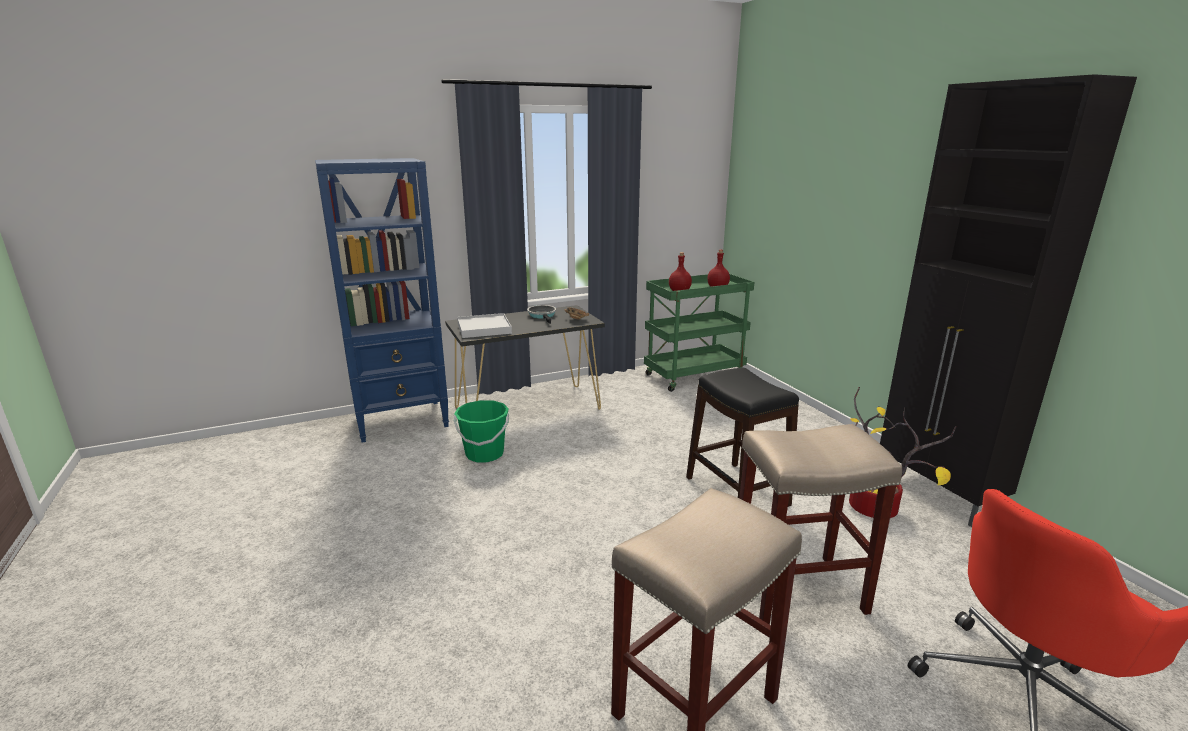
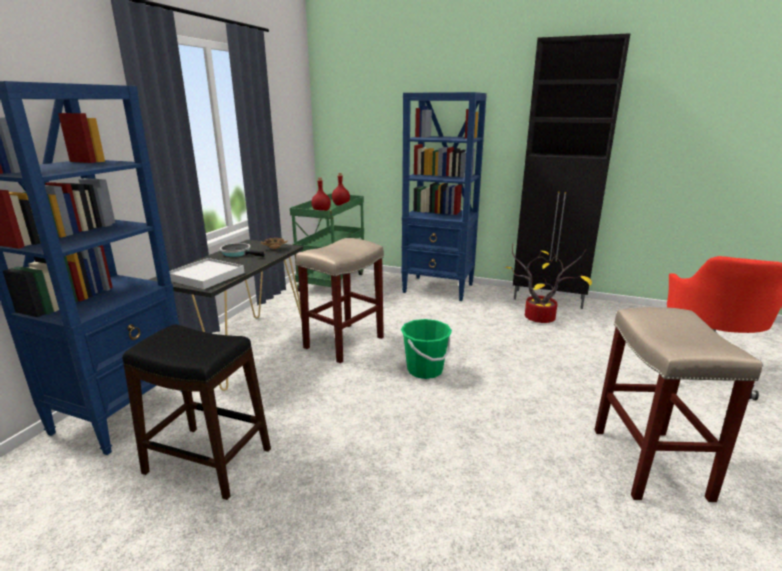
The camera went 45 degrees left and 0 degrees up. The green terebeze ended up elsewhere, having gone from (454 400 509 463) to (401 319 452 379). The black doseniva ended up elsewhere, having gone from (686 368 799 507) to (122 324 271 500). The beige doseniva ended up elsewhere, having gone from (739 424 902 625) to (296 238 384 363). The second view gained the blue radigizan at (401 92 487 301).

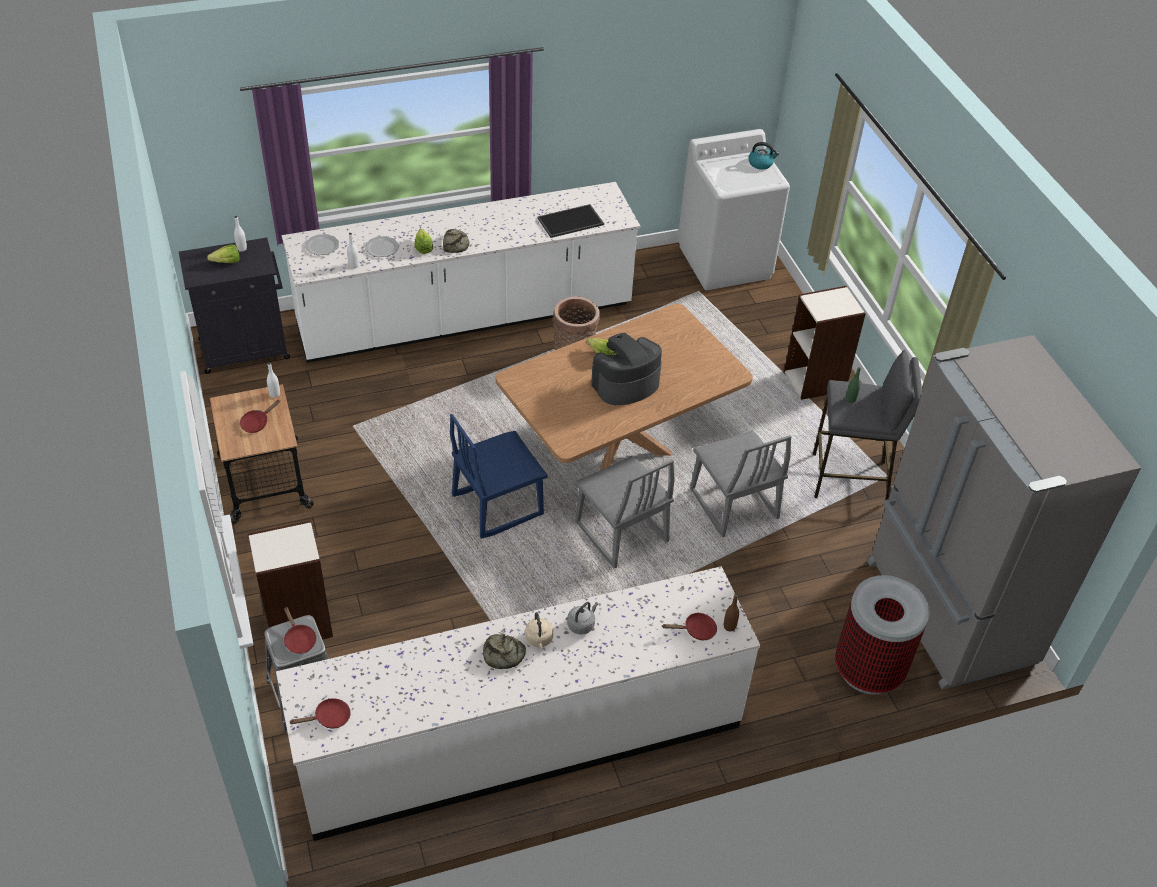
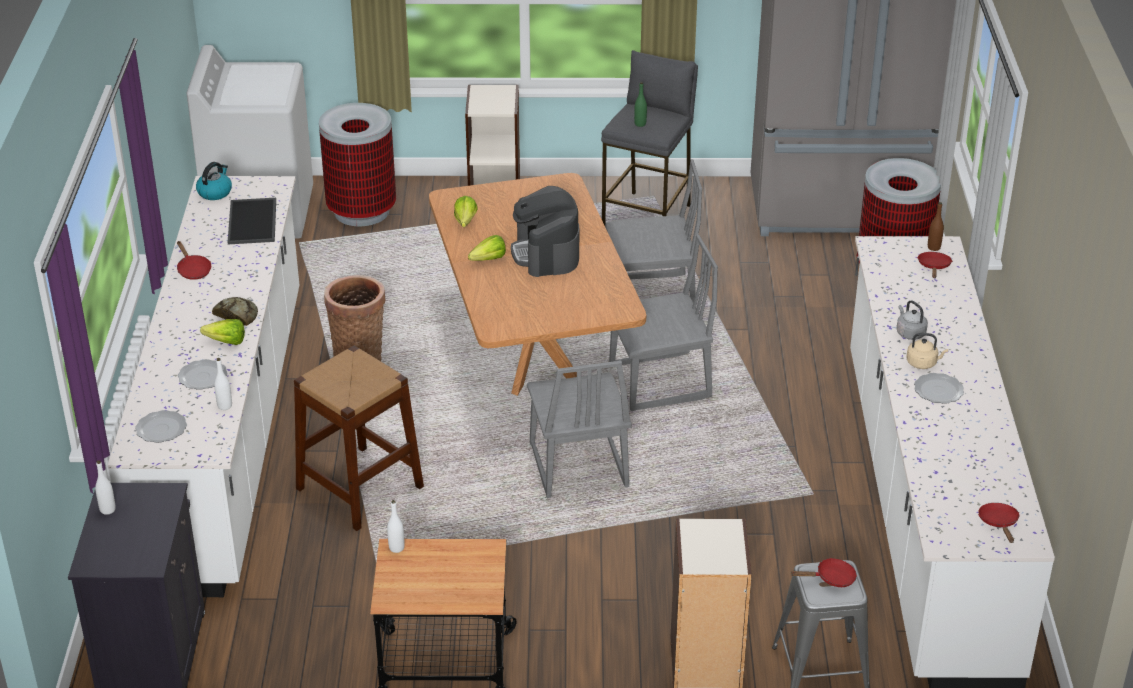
The camera went 70 degrees left and 10 degrees down. The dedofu ended up elsewhere, having gone from (207 244 240 263) to (454 196 477 227). The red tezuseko ended up elsewhere, having gone from (240 400 280 433) to (177 241 211 280). What was the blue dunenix at (450 414 548 539) turned into the grey dunenix at (527 361 632 498). Where the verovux stood at (483 634 526 669), the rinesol came to stand at (914 373 964 404). The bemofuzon ended up elsewhere, having gone from (749 142 779 170) to (196 162 232 200). The second view gained the brown doseniva at (294 346 424 531). The second view gained the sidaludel at (319 103 396 226).

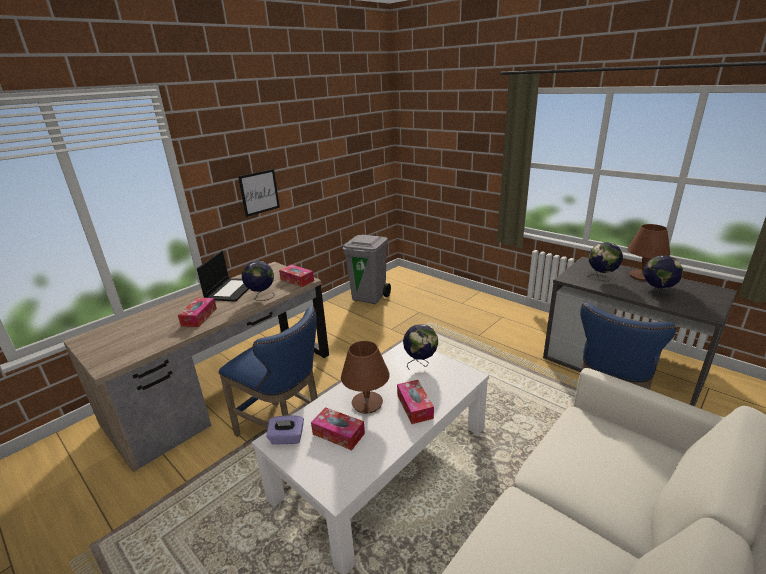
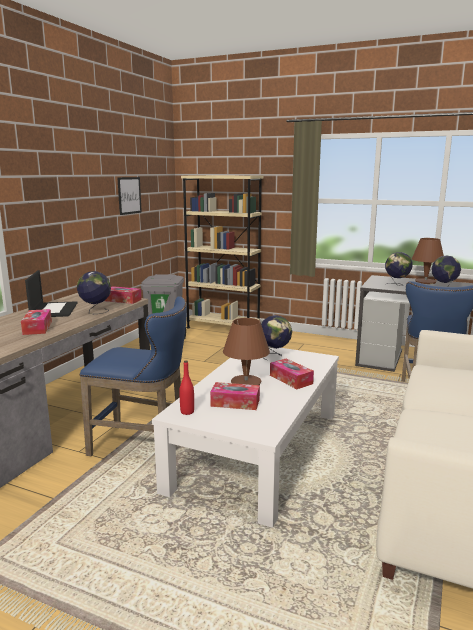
The camera went 20 degrees left and 10 degrees down. The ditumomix ended up elsewhere, having gone from (238 169 280 217) to (117 177 142 215). Where the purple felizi stood at (266 415 304 445), the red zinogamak came to stand at (179 360 194 415). The second view gained the beige radigizan at (181 175 263 329).

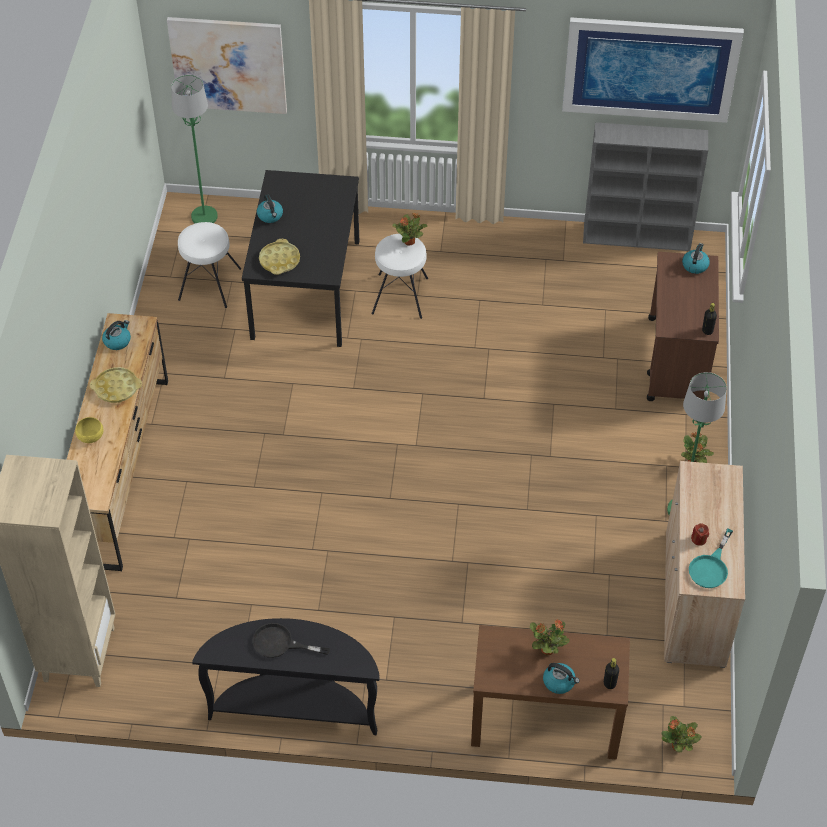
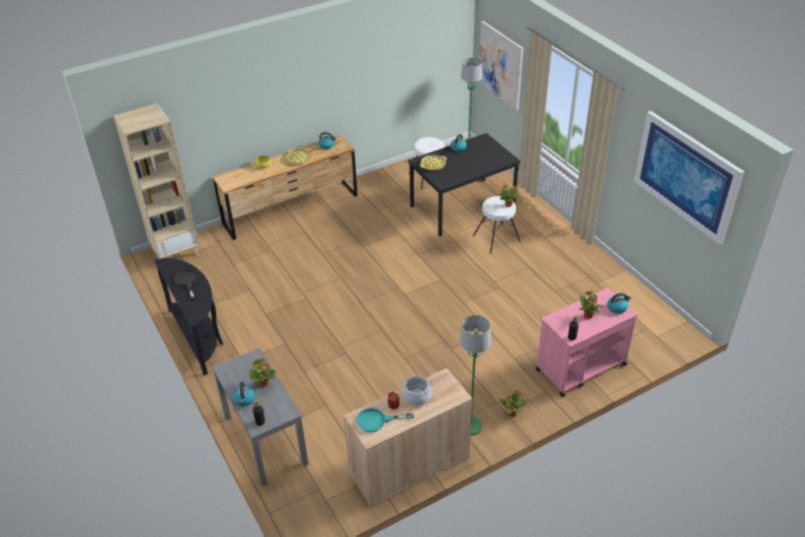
The camera went 55 degrees right and 10 degrees down. What was the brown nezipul at (471 625 630 760) turned into the grey nezipul at (212 348 309 487). The second view lost the grey radigizan at (583 122 708 251). What was the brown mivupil at (647 252 719 401) turned into the pink mivupil at (536 288 638 397). The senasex ended up elsewhere, having gone from (661 716 702 753) to (579 291 604 319). The second view gained the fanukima at (401 376 432 406).

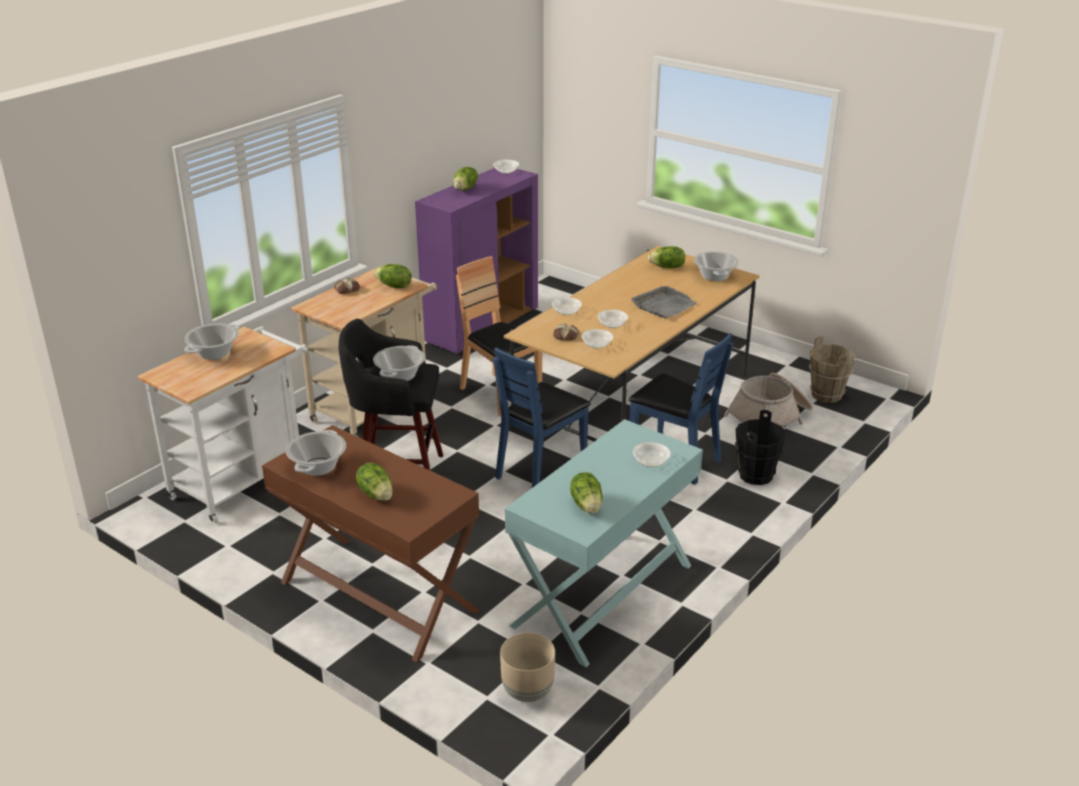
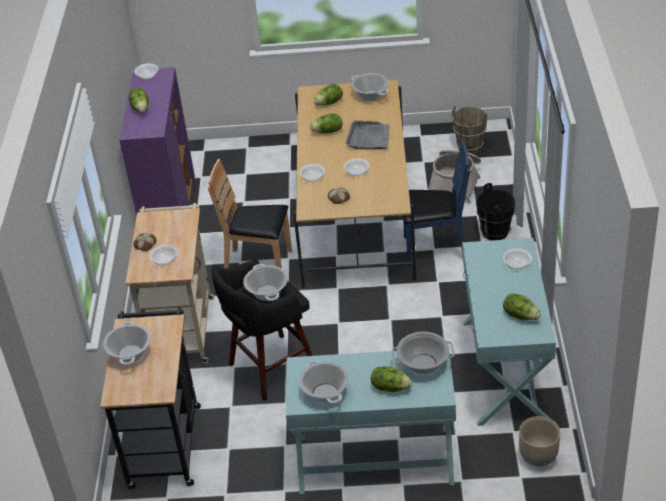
The camera went 35 degrees left and 10 degrees up. What was the white mivupil at (137 326 308 524) turned into the black mivupil at (100 308 201 489). What was the brown nezipul at (262 425 480 662) turned into the turquoise nezipul at (286 351 456 494). The dedofu ended up elsewhere, having gone from (374 264 412 288) to (310 113 343 134). The second view lost the blue dunenix at (493 348 591 488). The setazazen ended up elsewhere, having gone from (581 329 613 349) to (149 245 177 265). The second view gained the fanukima at (392 332 454 375).

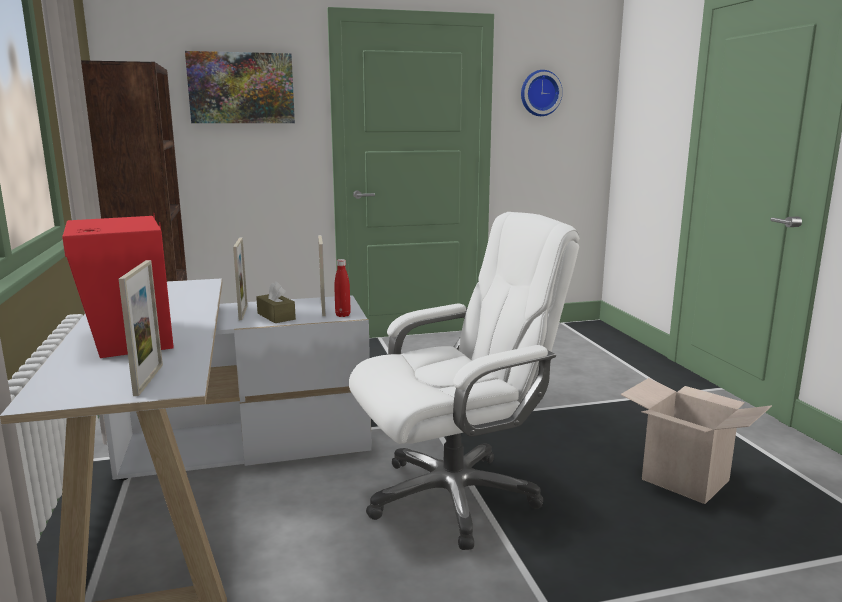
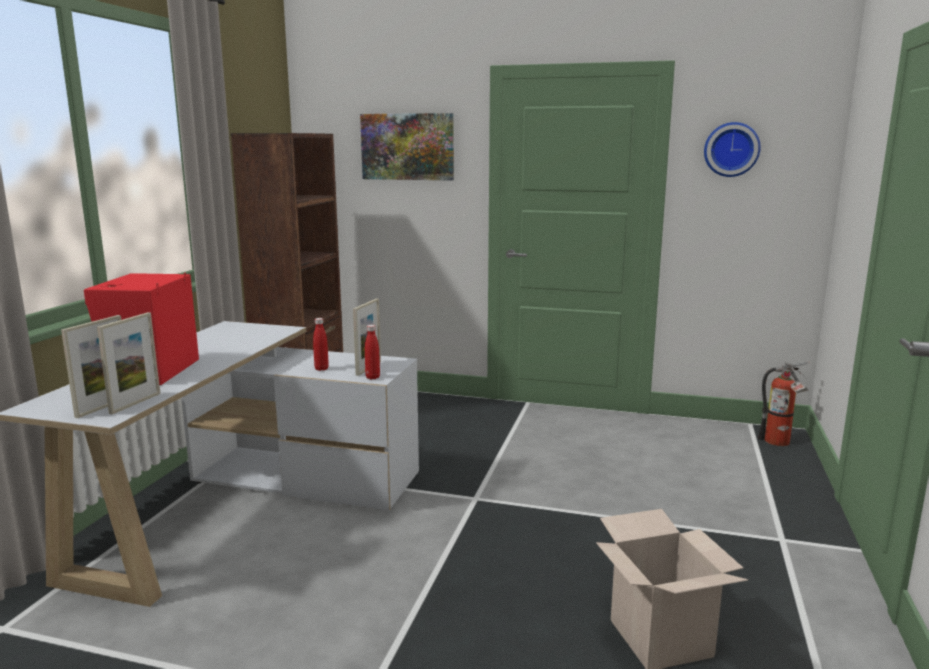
The camera went 30 degrees right and 0 degrees up. The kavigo ended up elsewhere, having gone from (233 237 248 320) to (97 312 160 414). Where the brown felizi stood at (256 281 296 323), the red zinogamak came to stand at (313 318 329 371). The second view lost the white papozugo at (349 212 580 550). The second view gained the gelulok at (758 361 810 446).

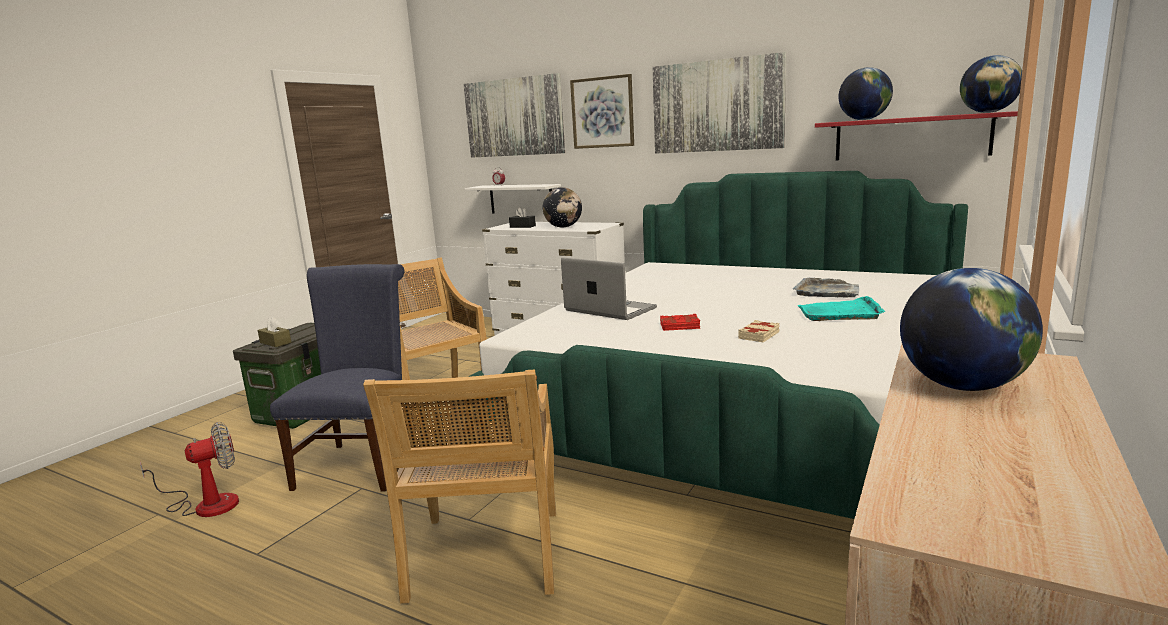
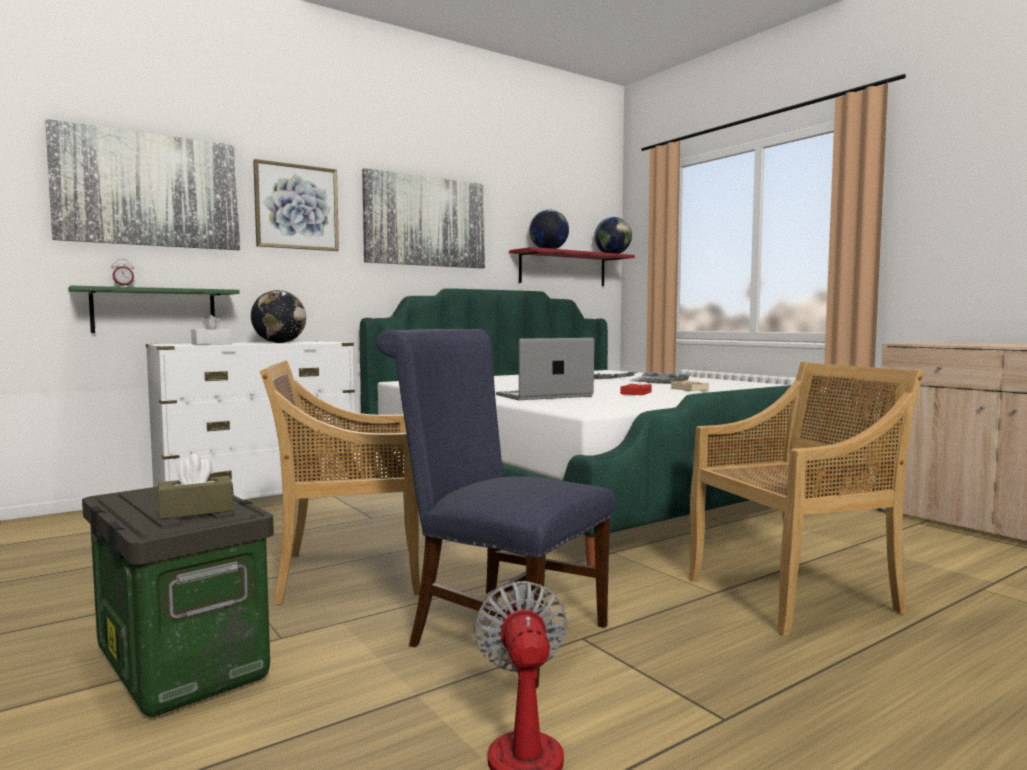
The camera went 65 degrees left and 10 degrees down. The beige dunenix at (363 369 556 604) ended up facing another way, 45 degrees counterclockwise from before. What was the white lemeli at (465 184 561 213) turned into the green lemeli at (68 286 240 333). What was the black felizi at (509 207 536 228) turned into the white felizi at (191 315 232 345). What was the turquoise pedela at (798 296 885 321) turned into the grey pedela at (630 372 691 384). The second view lost the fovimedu at (900 268 1043 391).

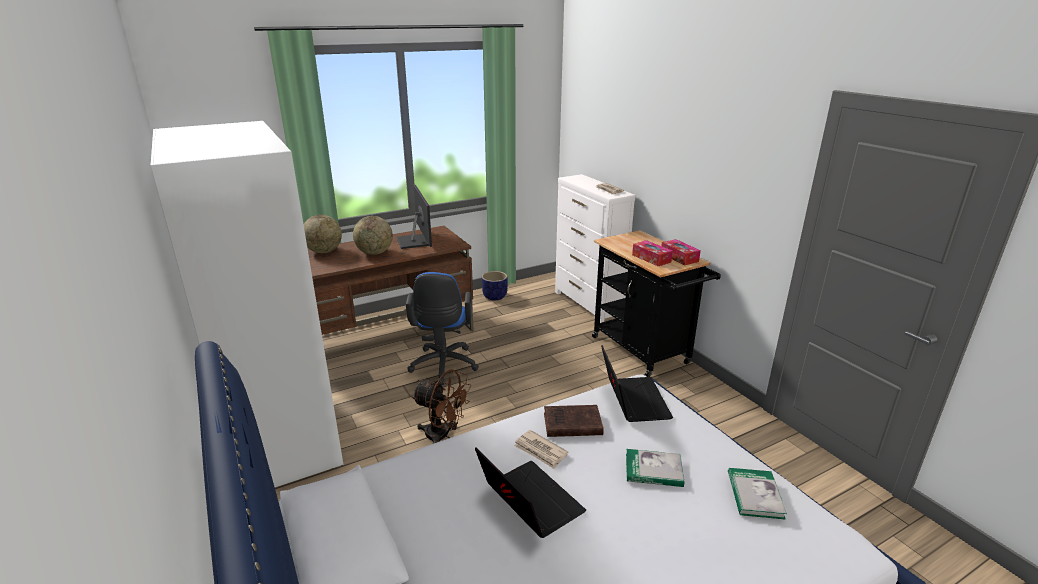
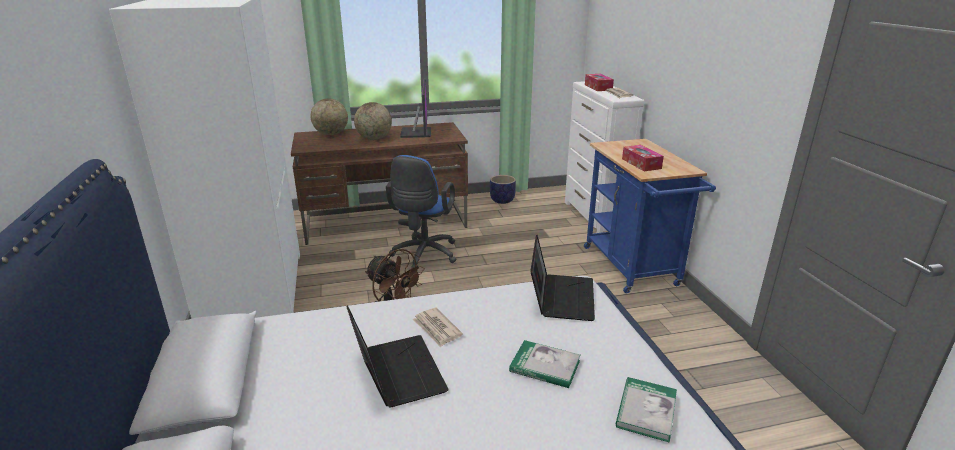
The camera went 15 degrees right and 0 degrees up. The second view lost the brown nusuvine at (544 405 604 437). What was the black mivupil at (592 230 721 377) turned into the blue mivupil at (584 139 716 293). The felizi ended up elsewhere, having gone from (662 239 701 265) to (585 74 614 91).

